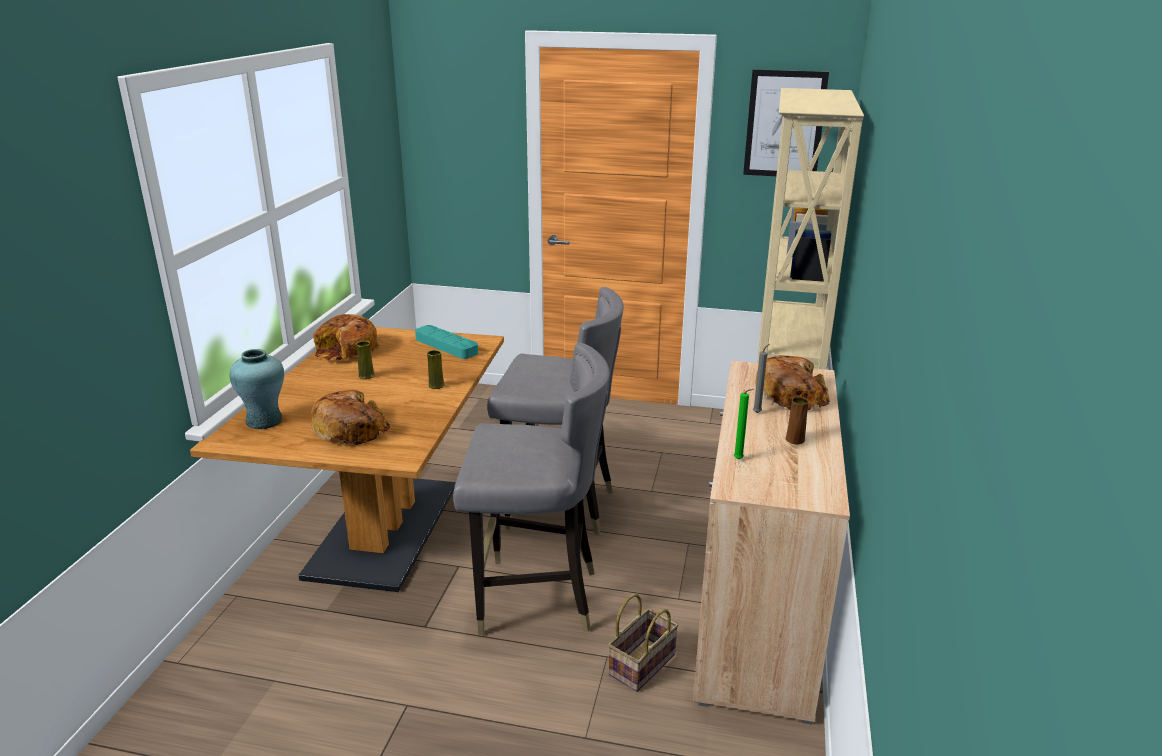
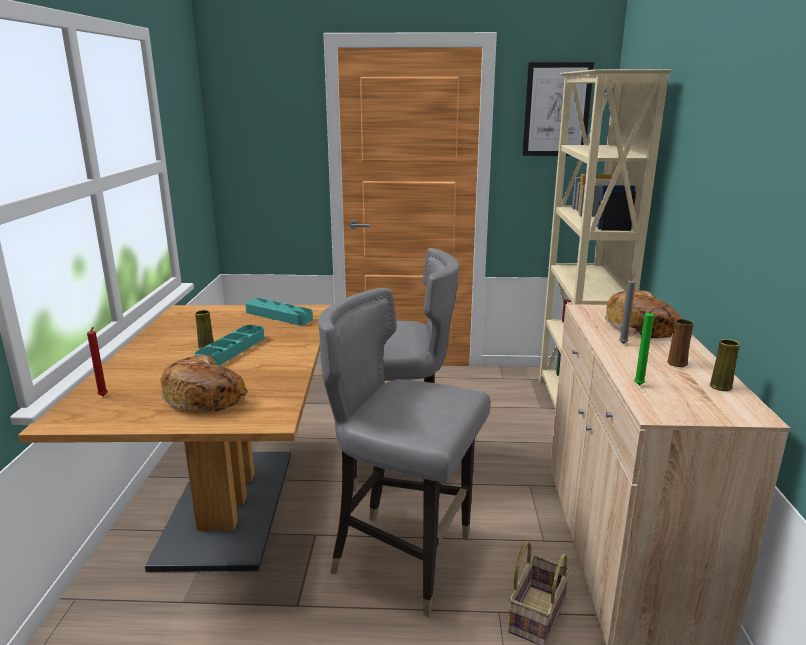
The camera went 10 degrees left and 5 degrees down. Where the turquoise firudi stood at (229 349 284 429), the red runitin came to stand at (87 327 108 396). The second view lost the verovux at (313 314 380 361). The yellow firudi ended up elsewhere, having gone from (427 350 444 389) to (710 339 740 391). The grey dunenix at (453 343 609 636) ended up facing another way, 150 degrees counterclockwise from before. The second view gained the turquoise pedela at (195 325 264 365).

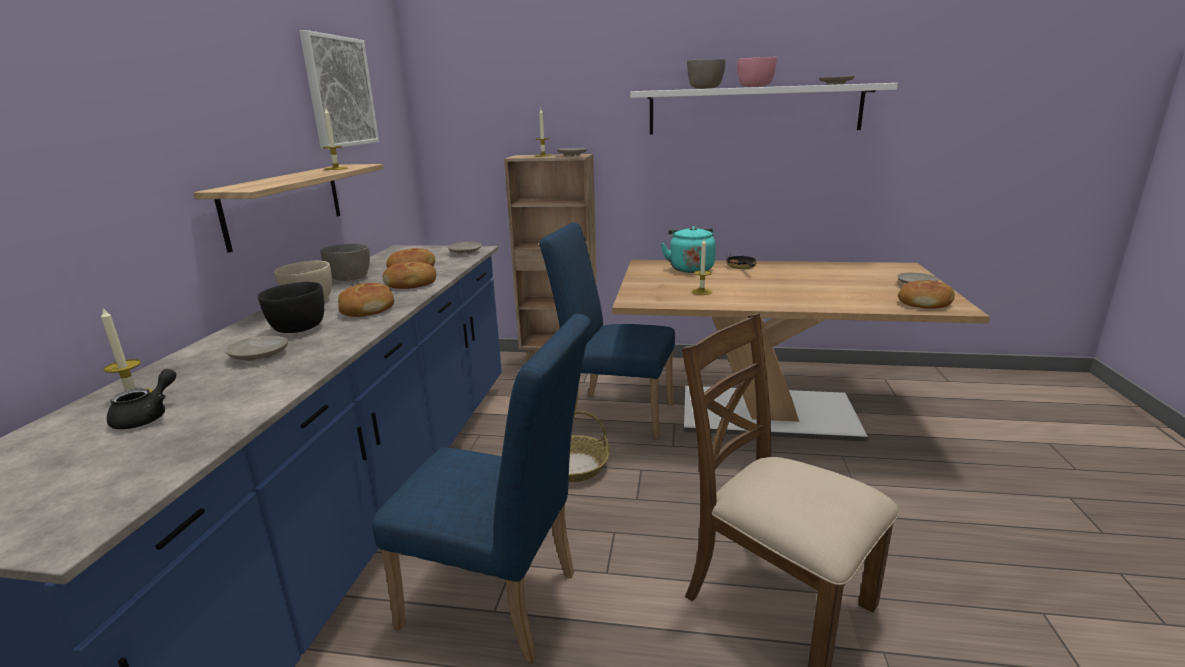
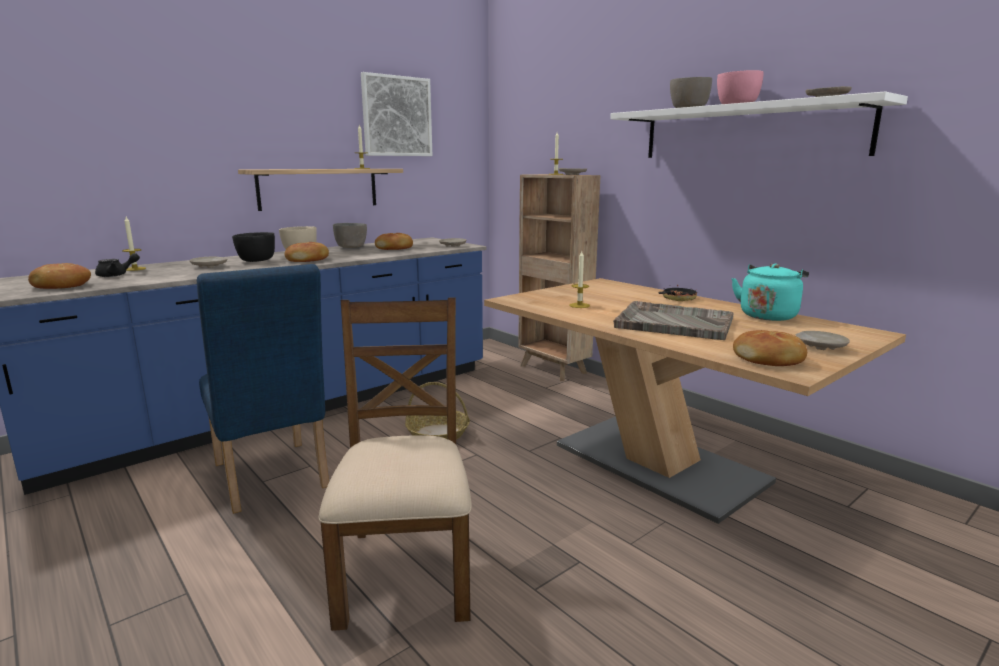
The camera went 40 degrees right and 5 degrees down. The verovux ended up elsewhere, having gone from (383 262 436 289) to (28 263 91 289). The second view lost the blue dunenix at (539 222 675 439). The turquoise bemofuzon ended up elsewhere, having gone from (661 226 716 273) to (731 263 809 321). The second view gained the grey pedela at (613 301 734 340).

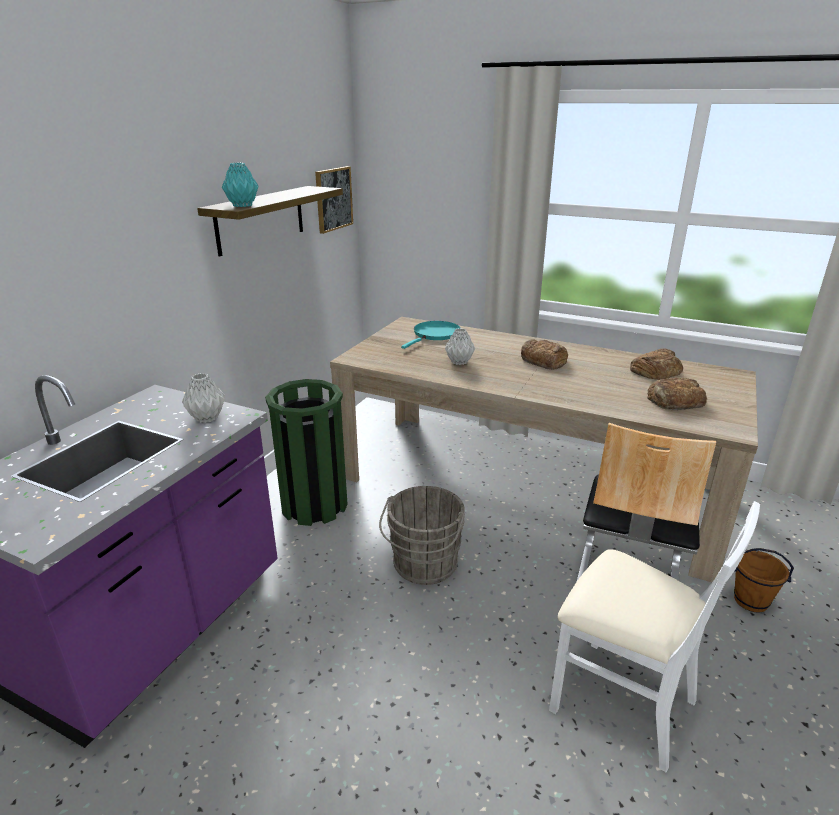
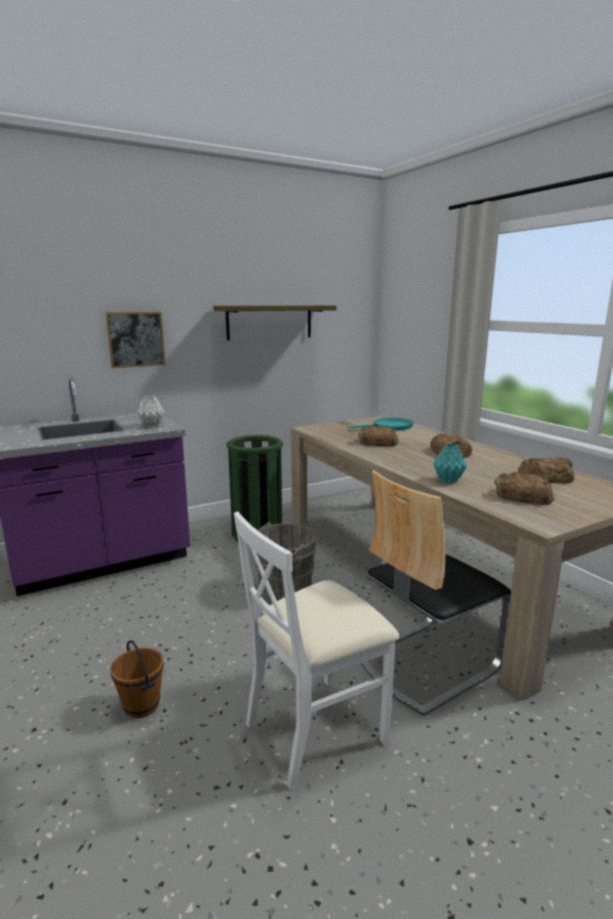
The camera went 35 degrees right and 10 degrees down. The turquoise firudi ended up elsewhere, having gone from (222 163 258 207) to (433 444 467 483). The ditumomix ended up elsewhere, having gone from (315 166 353 234) to (105 312 166 368). Where the grey firudi stood at (445 328 475 365), the verovux came to stand at (358 426 399 446). The white dunenix at (549 501 760 773) ended up facing another way, 75 degrees clockwise from before. The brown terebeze ended up elsewhere, having gone from (734 548 794 613) to (110 640 164 718).

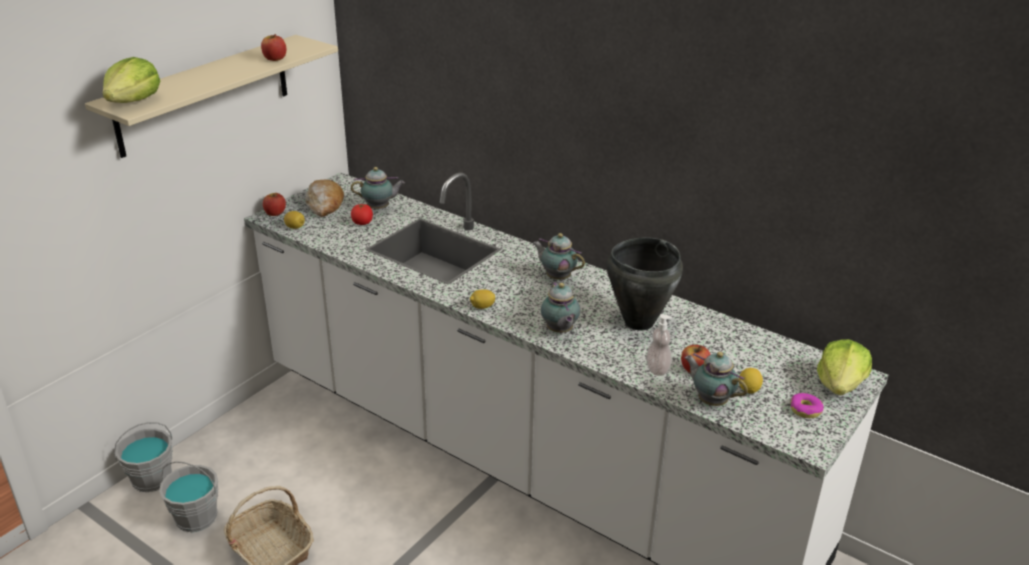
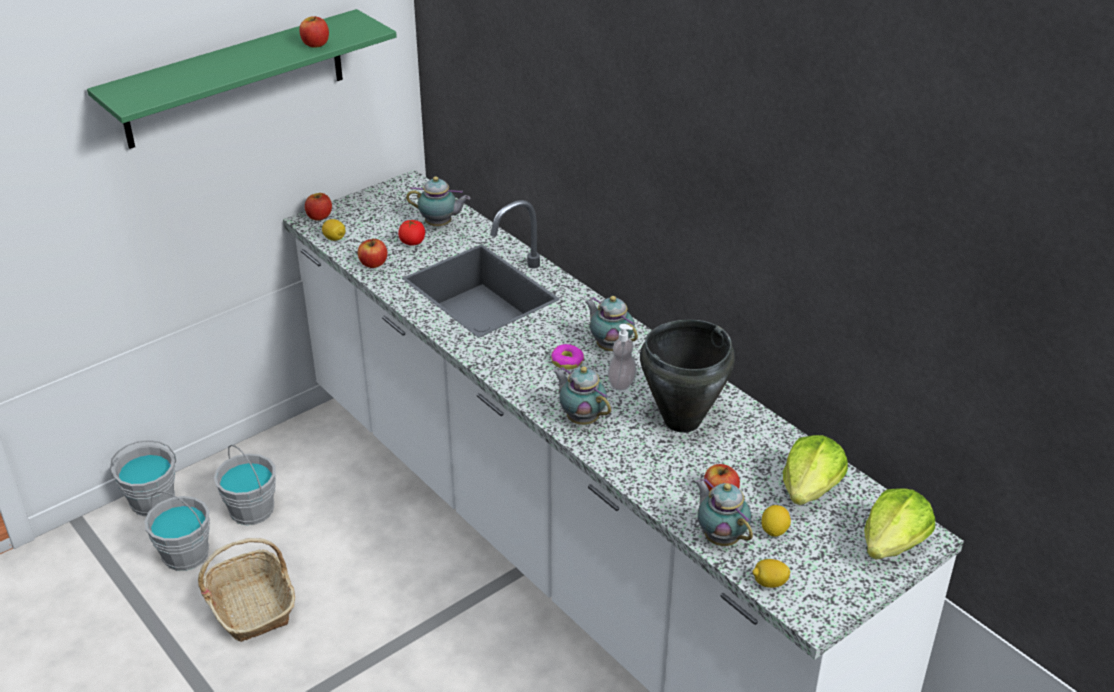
The camera went 15 degrees right and 5 degrees up. What was the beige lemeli at (85 35 338 158) turned into the green lemeli at (87 9 397 149). The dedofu ended up elsewhere, having gone from (103 57 160 103) to (783 435 848 505). The second view lost the verovux at (305 180 344 217). The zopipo ended up elsewhere, having gone from (470 289 495 309) to (753 559 790 588). The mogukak at (541 282 580 333) ended up facing another way, 135 degrees clockwise from before. The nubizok ended up elsewhere, having gone from (646 314 672 376) to (608 324 637 391). The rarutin ended up elsewhere, having gone from (791 393 824 418) to (551 344 584 370). The second view gained the grey terebeze at (214 445 276 525). The second view gained the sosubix at (358 238 387 268).

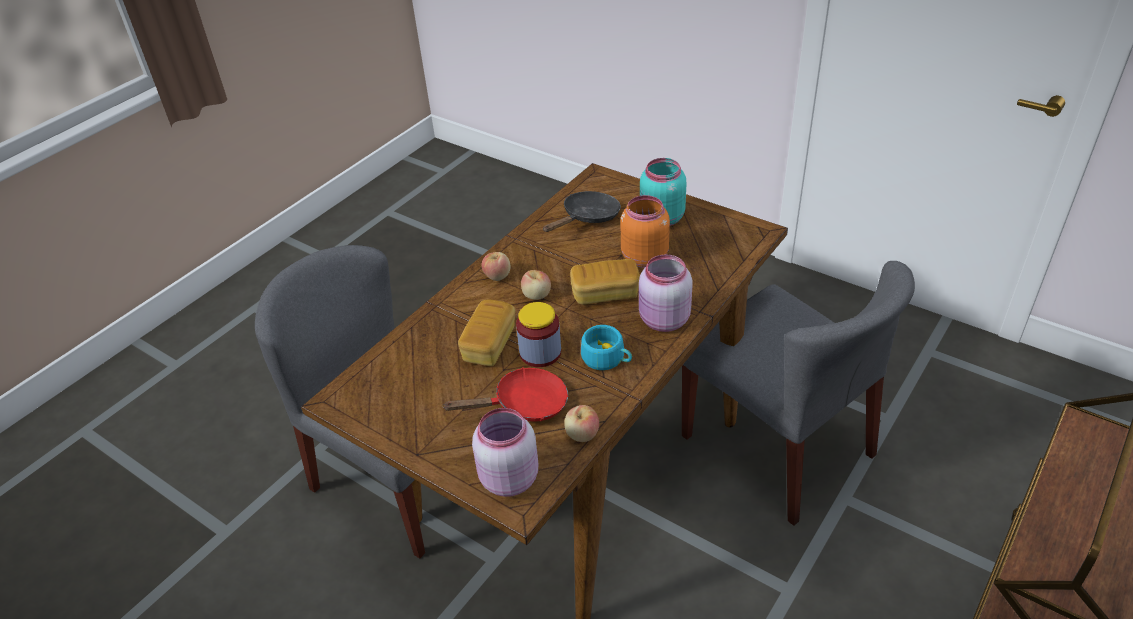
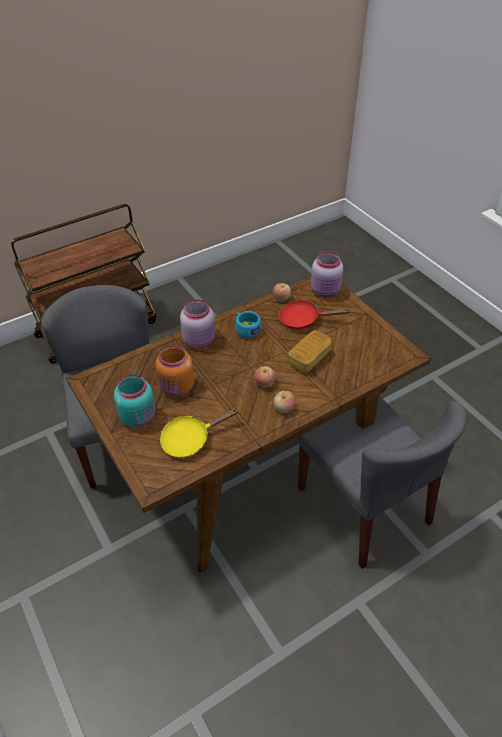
The camera went 160 degrees left and 5 degrees up. The second view lost the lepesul at (516 302 561 367). What was the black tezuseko at (543 191 621 232) turned into the yellow tezuseko at (160 408 239 458). The second view lost the verovux at (570 259 640 305).

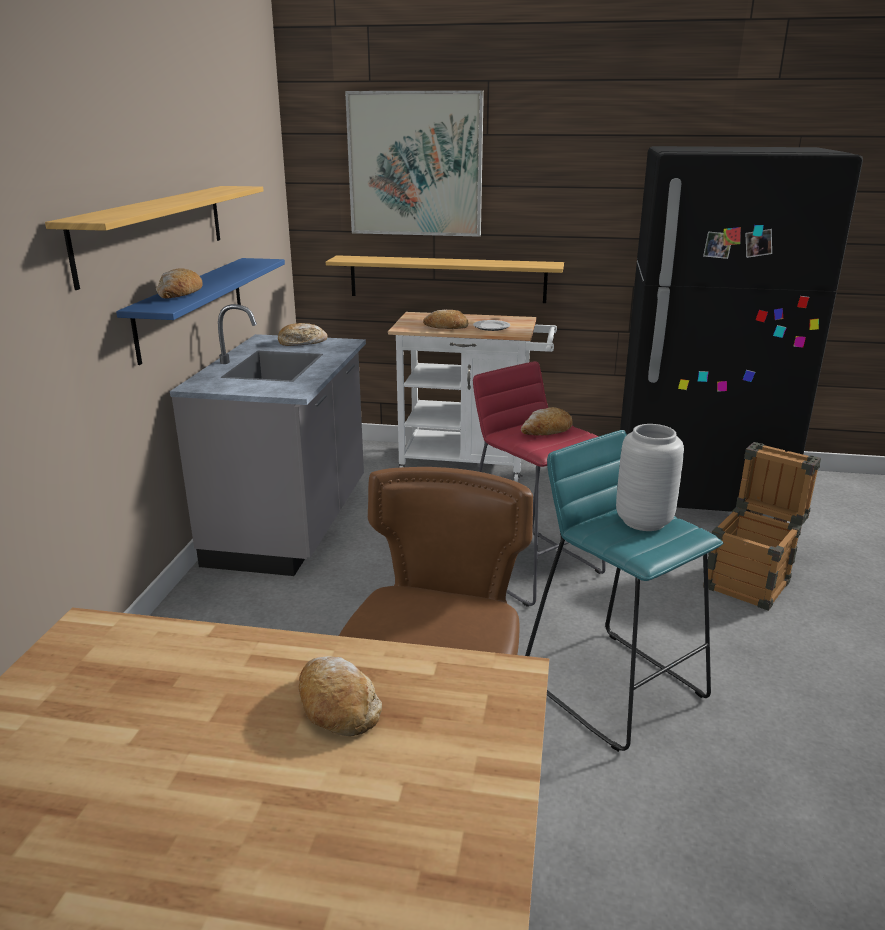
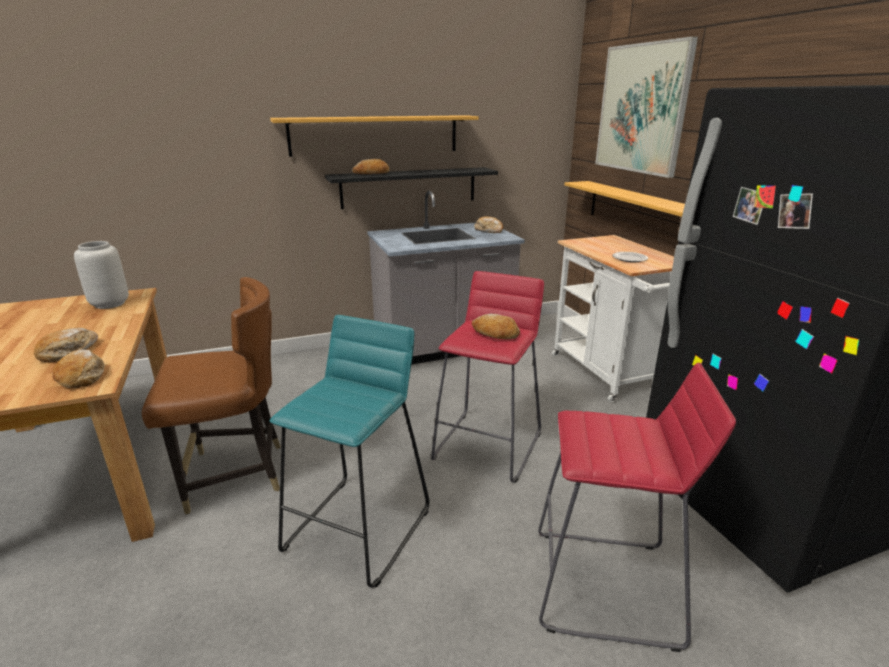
The camera went 60 degrees right and 0 degrees up. What was the blue lemeli at (116 258 285 365) turned into the black lemeli at (325 167 498 209). The verovux ended up elsewhere, having gone from (423 310 468 329) to (52 349 104 388). The grey firudi ended up elsewhere, having gone from (616 424 684 531) to (74 241 129 309). Where the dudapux stood at (703 442 821 611), the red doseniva came to stand at (538 363 736 652).

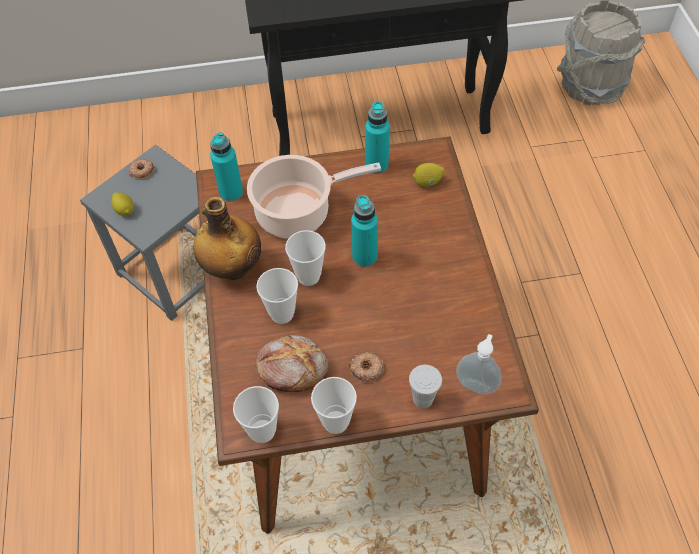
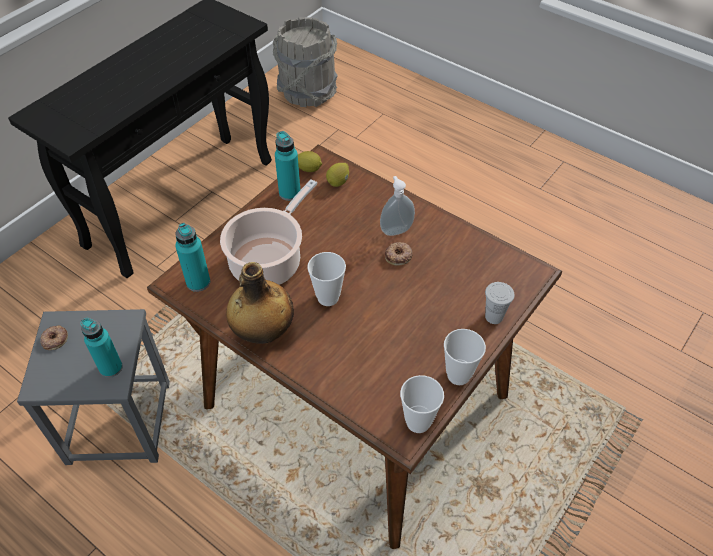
The camera went 45 degrees left and 5 degrees down. The zopipo ended up elsewhere, having gone from (111 192 134 216) to (298 151 322 172). The second view lost the verovux at (255 335 329 392). The second view lost the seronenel at (256 268 298 324). The rarutin ended up elsewhere, having gone from (349 352 384 382) to (385 242 412 266). The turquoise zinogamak ended up elsewhere, having gone from (351 195 378 267) to (80 318 123 378). The nubizok ended up elsewhere, having gone from (456 334 501 394) to (380 176 415 236).

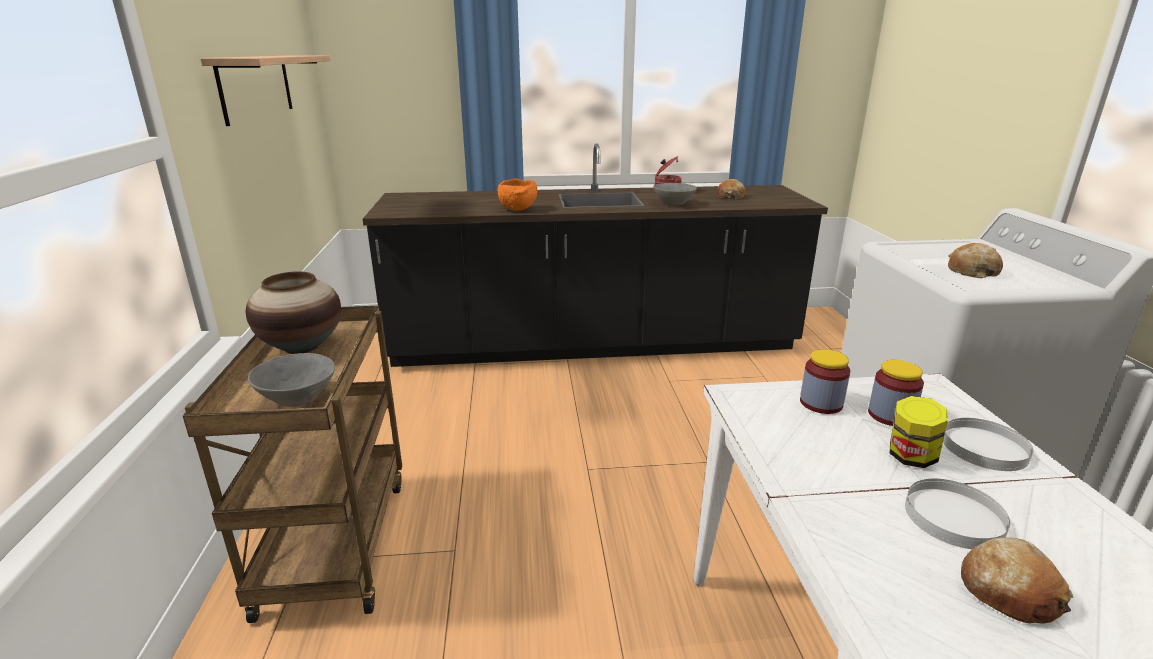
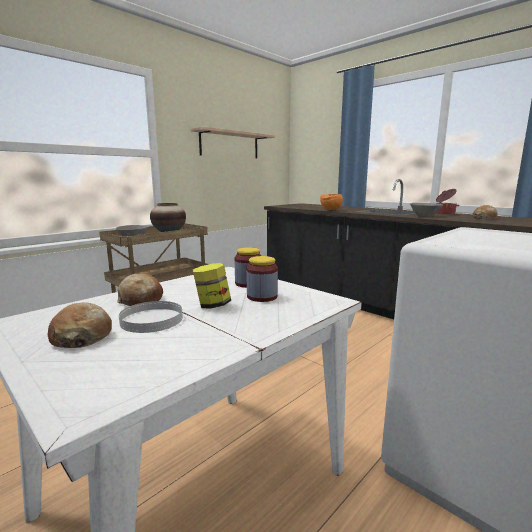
The camera went 50 degrees right and 10 degrees down. The second view lost the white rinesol at (943 418 1033 471). The verovux ended up elsewhere, having gone from (948 243 1003 278) to (117 274 163 306).

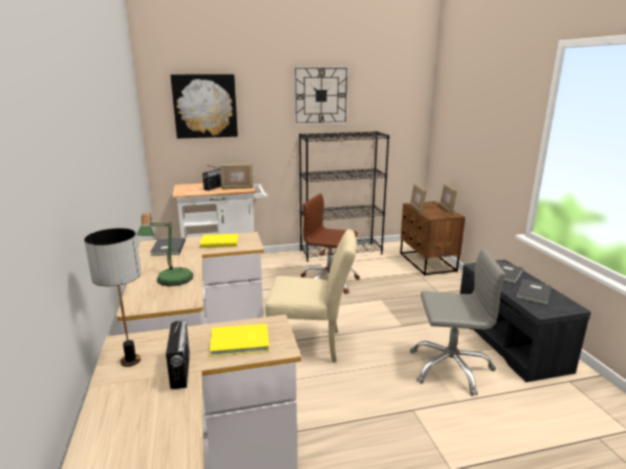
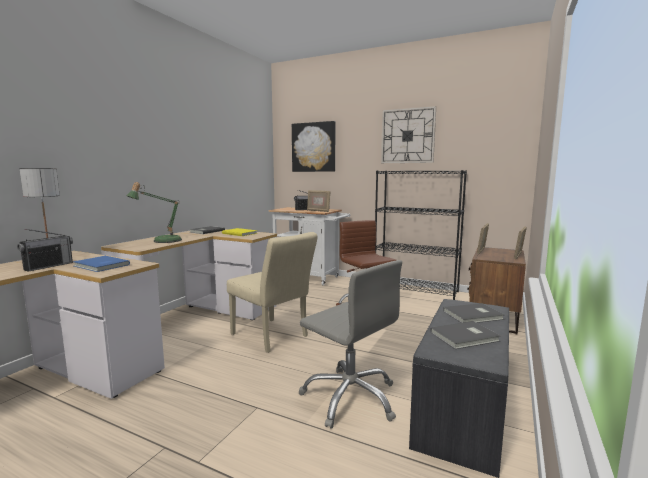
The camera went 40 degrees right and 10 degrees down. What was the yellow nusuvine at (210 324 269 357) turned into the blue nusuvine at (73 256 130 272).

